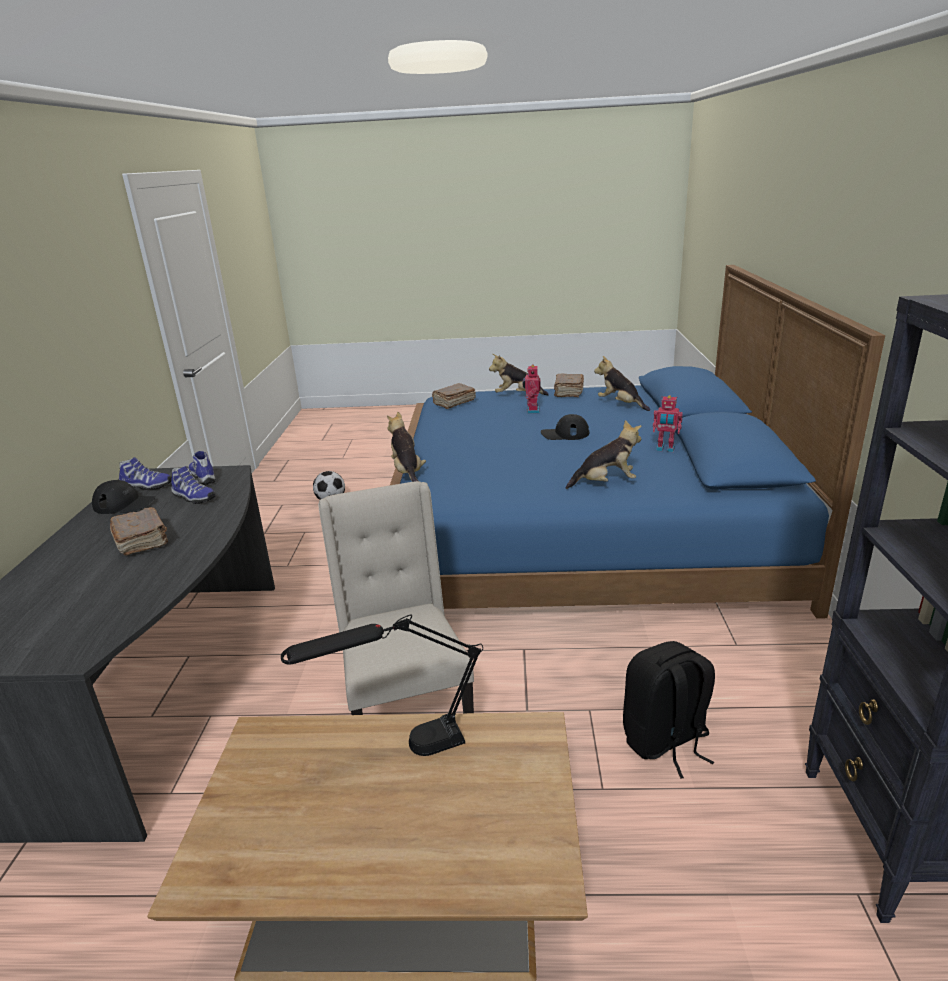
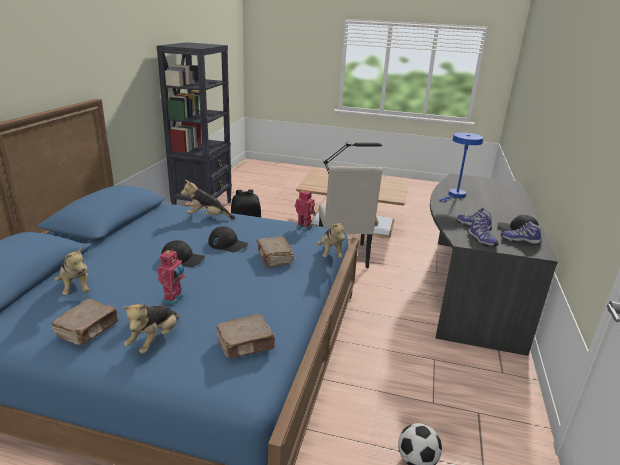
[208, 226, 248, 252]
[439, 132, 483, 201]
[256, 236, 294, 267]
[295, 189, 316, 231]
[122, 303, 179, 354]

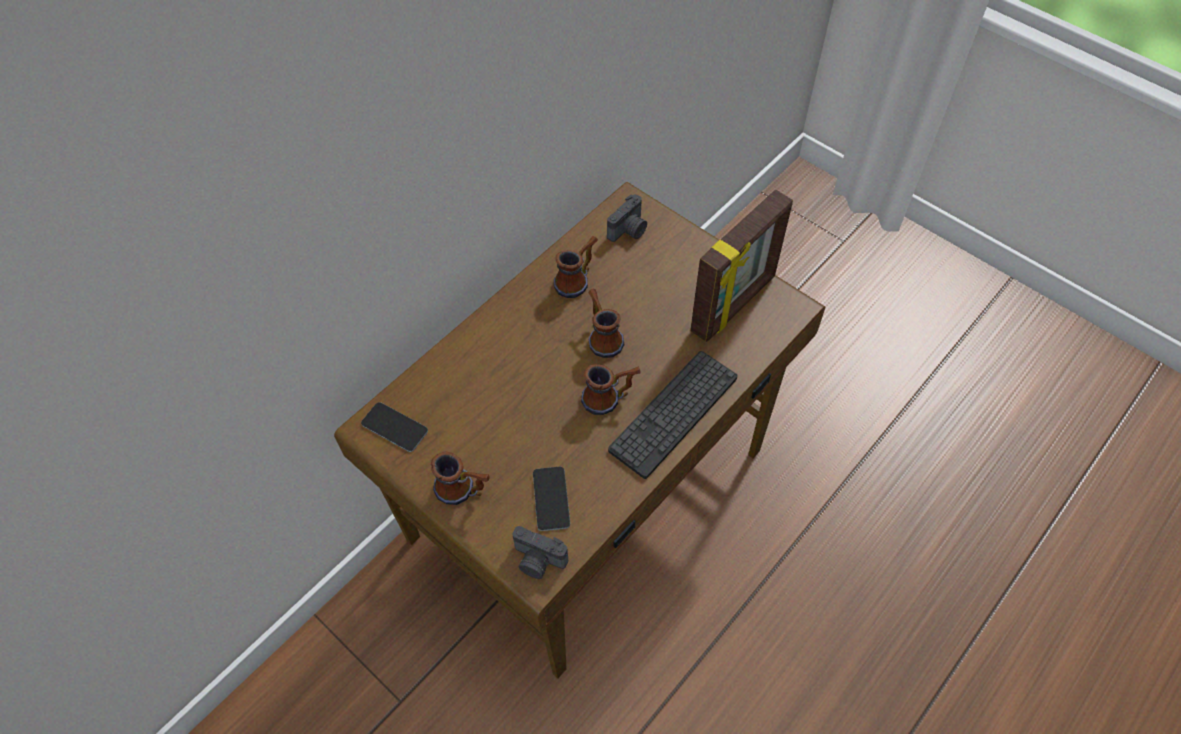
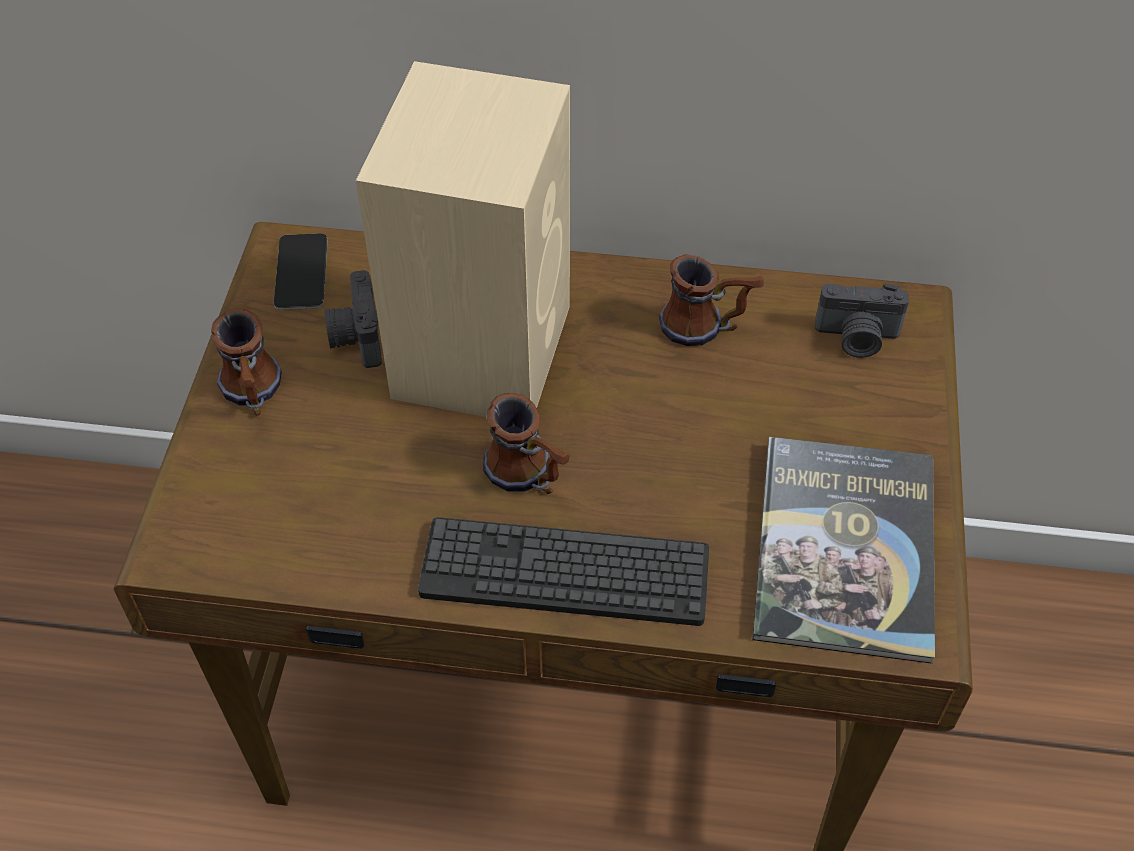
[533, 467, 570, 531] (first image)
[588, 288, 624, 358] (first image)
[356, 61, 570, 417]
[325, 270, 382, 368]
[752, 437, 935, 664]

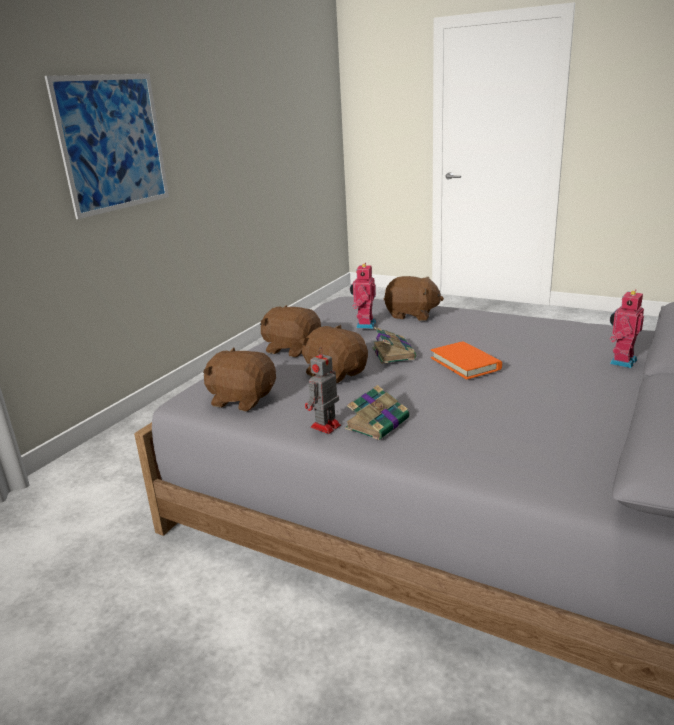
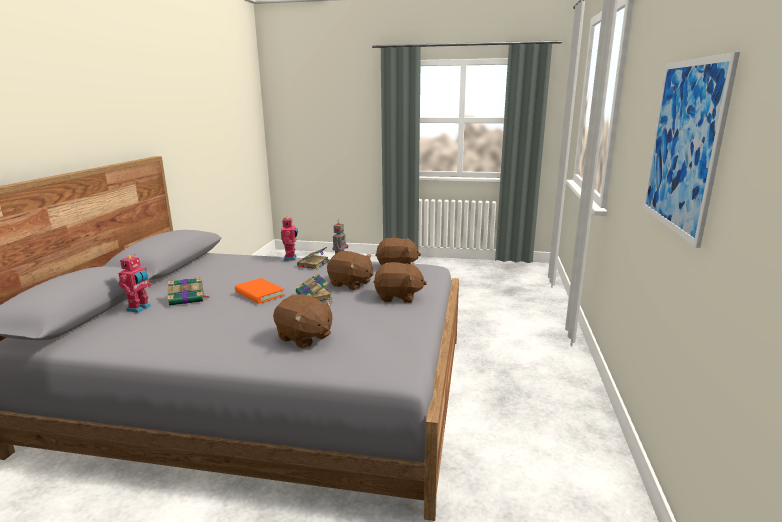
[168, 277, 210, 306]
[281, 216, 298, 261]
[273, 294, 333, 349]

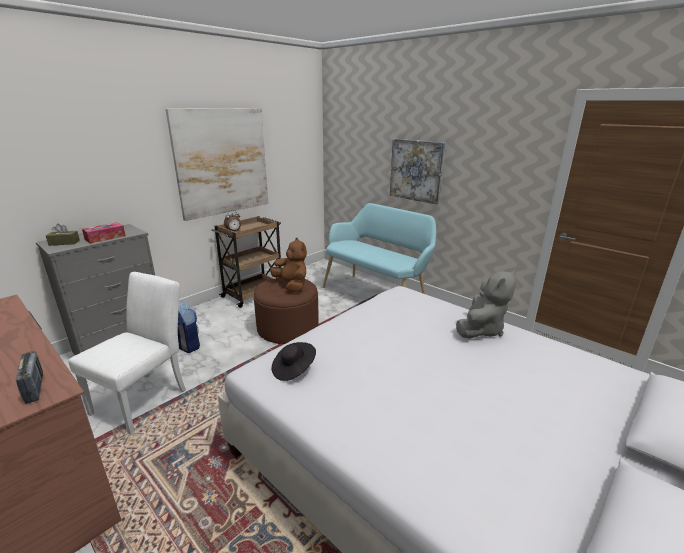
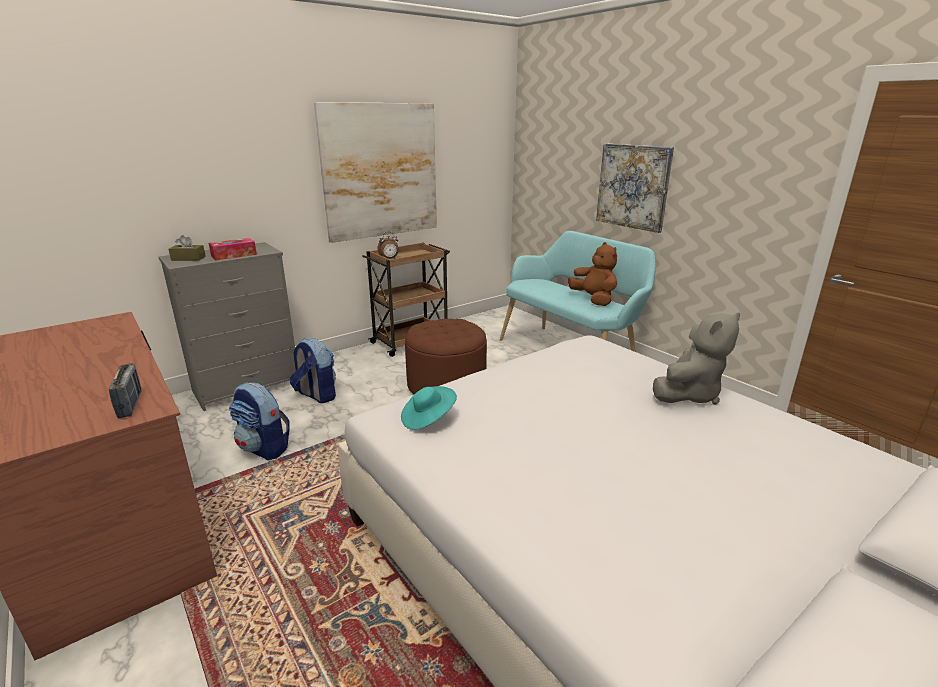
[568, 242, 617, 306]
[229, 382, 290, 460]
[401, 386, 457, 430]

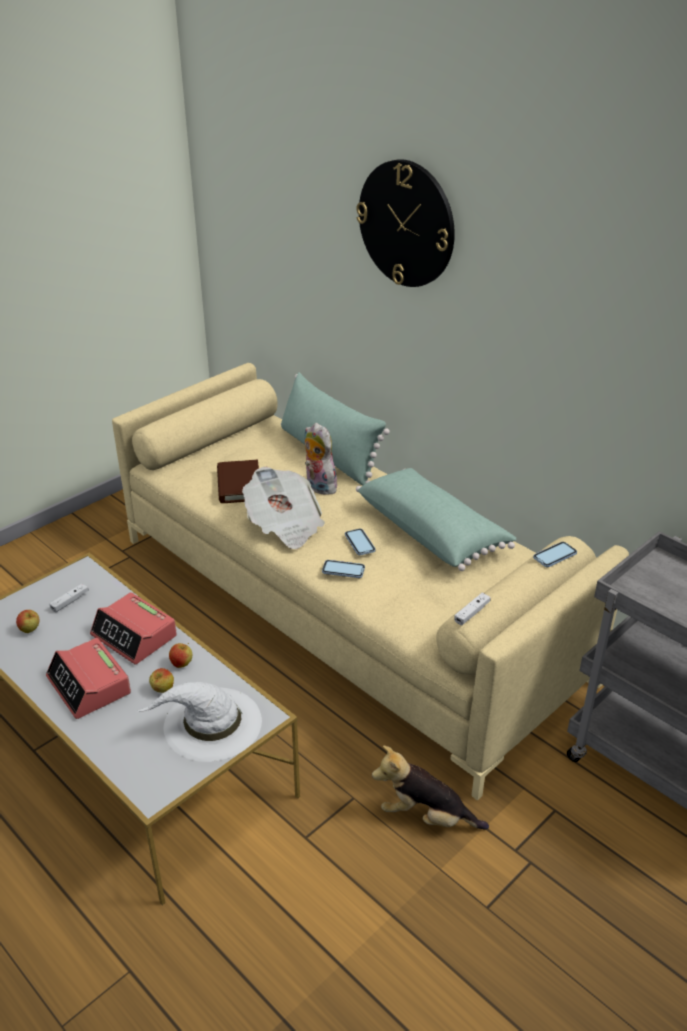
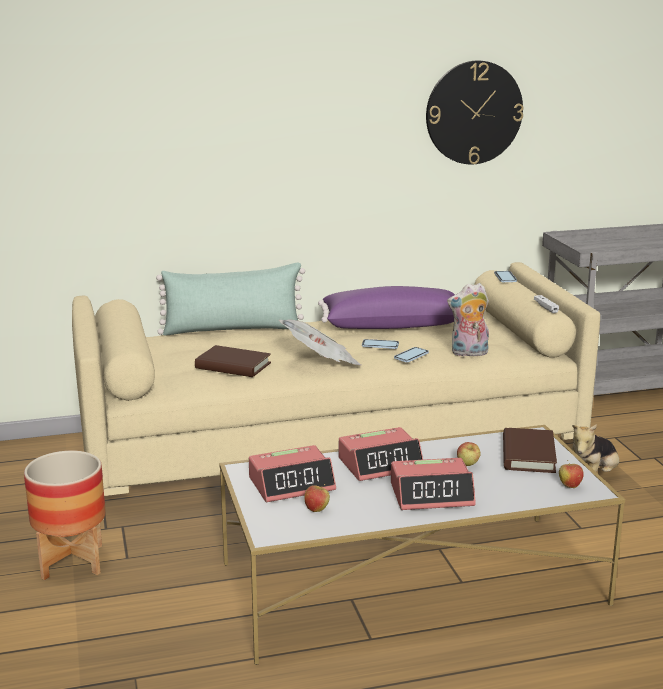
[24, 451, 106, 580]
[559, 460, 584, 488]
[447, 283, 489, 357]
[426, 61, 524, 164]
[249, 445, 336, 502]
[503, 428, 557, 473]
[318, 286, 455, 329]

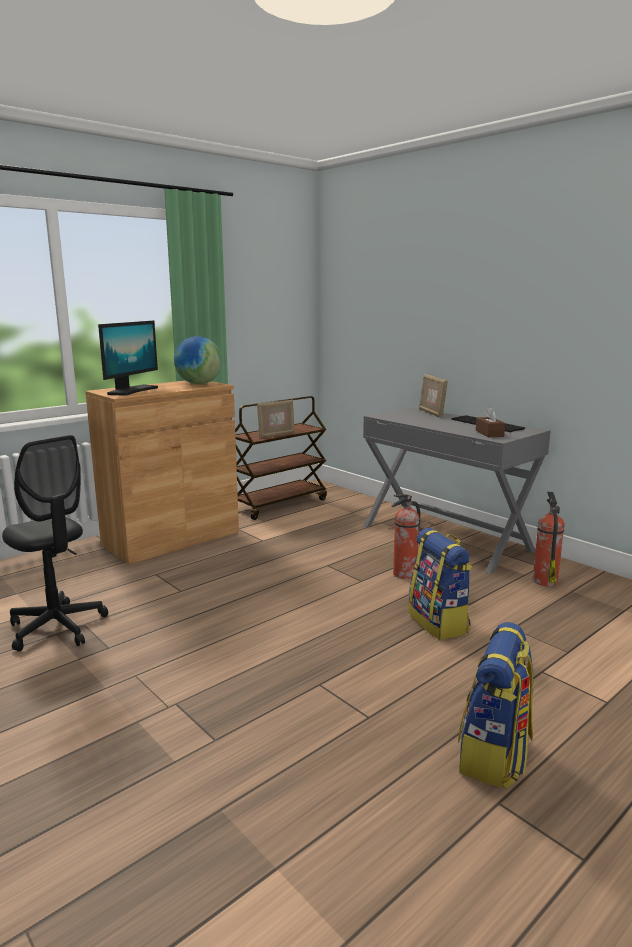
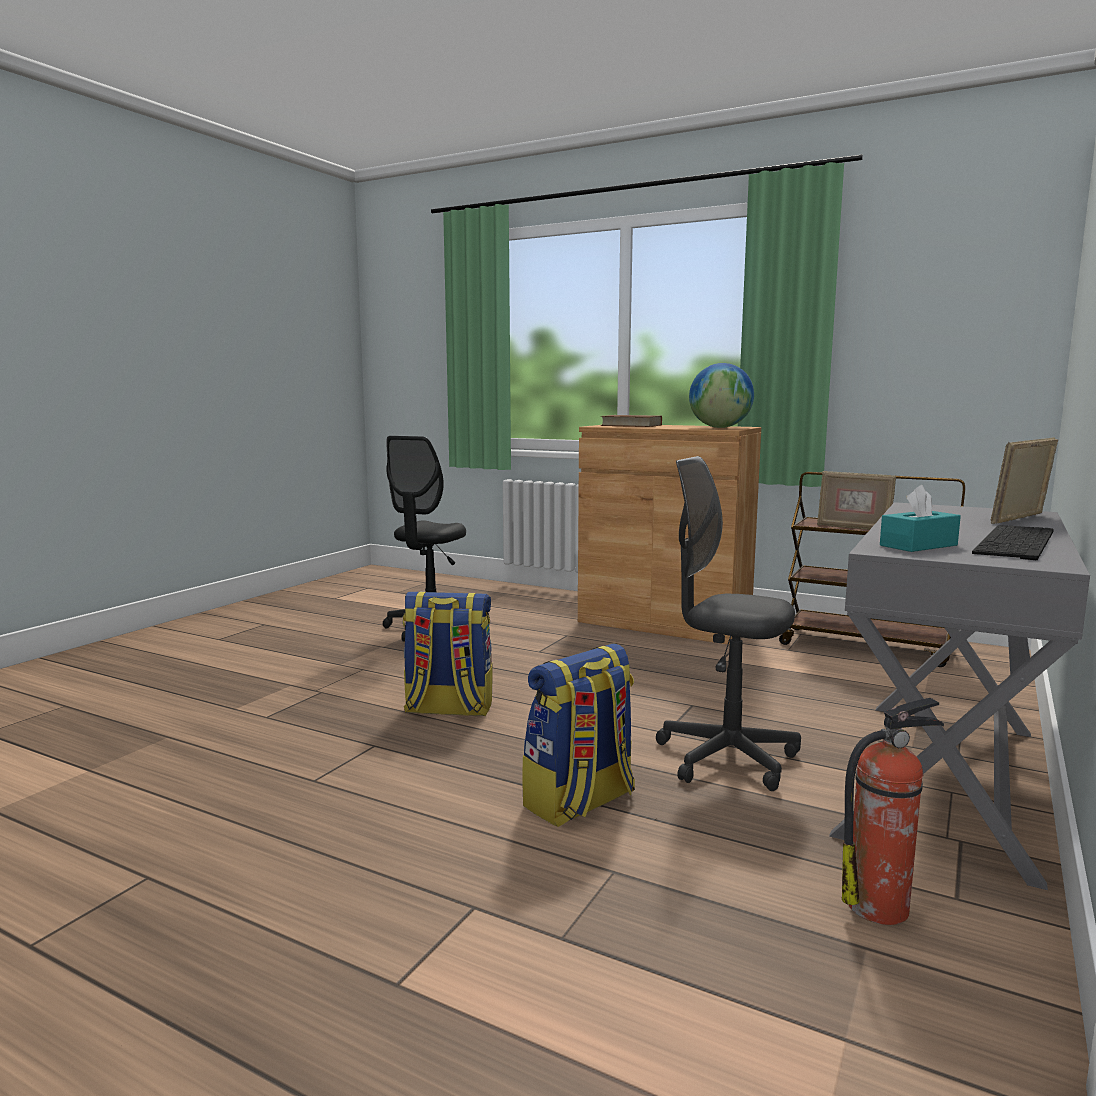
[403, 592, 493, 716]
[601, 415, 662, 427]
[656, 456, 801, 791]
[880, 485, 961, 552]

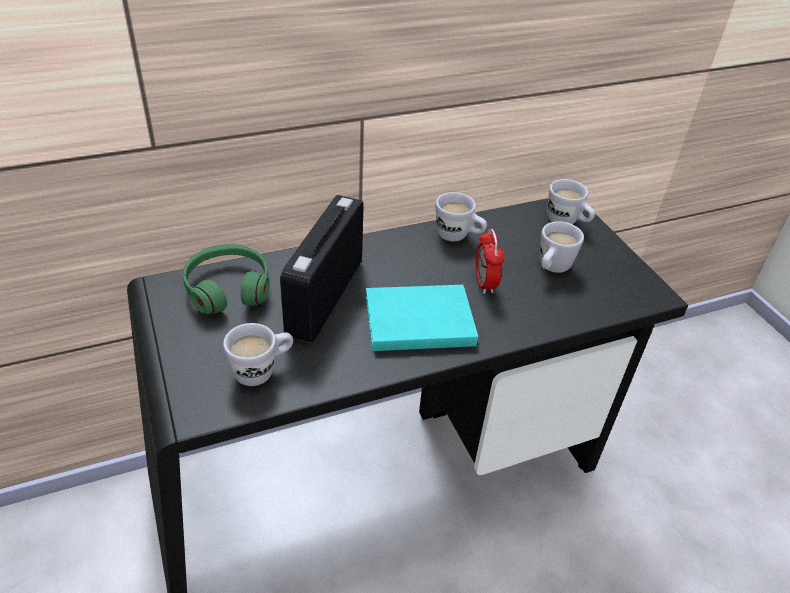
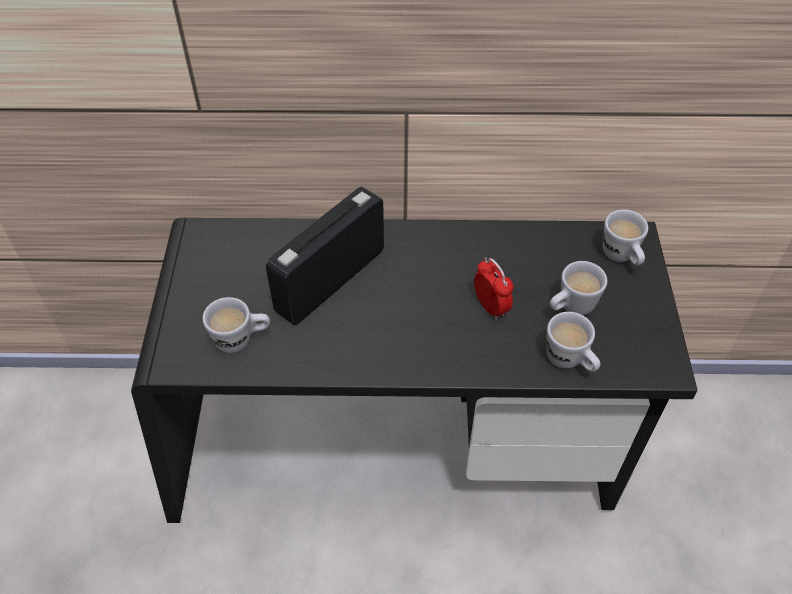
[183, 244, 270, 314] (first image)
[366, 284, 478, 351] (first image)
[546, 312, 601, 372]
[474, 258, 513, 320]

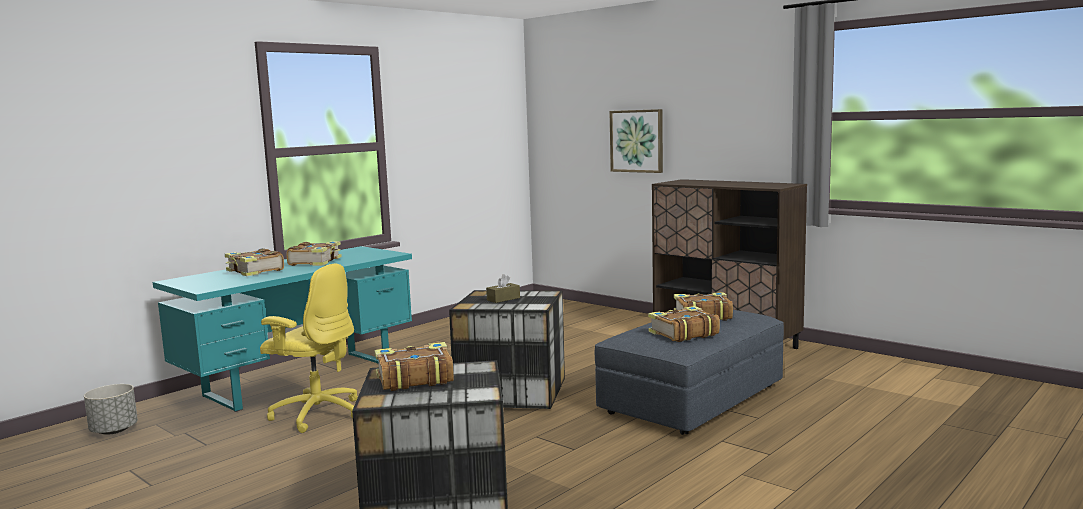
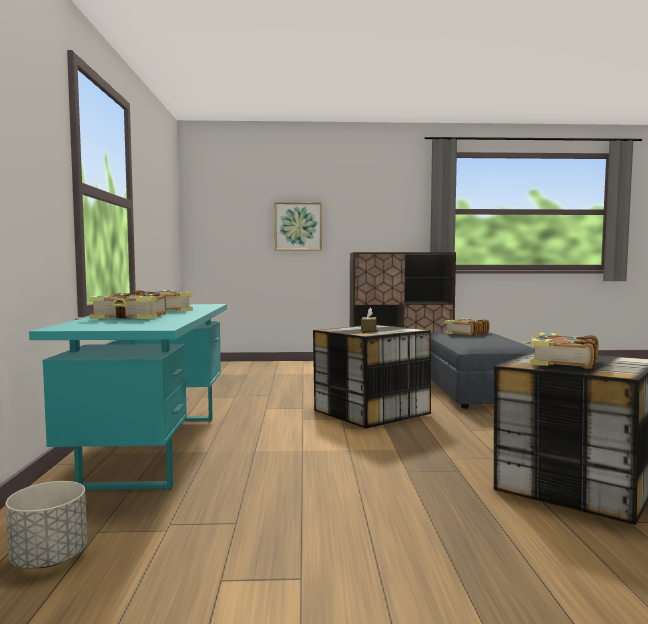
[260, 263, 358, 433] (first image)
[648, 306, 720, 342] (first image)

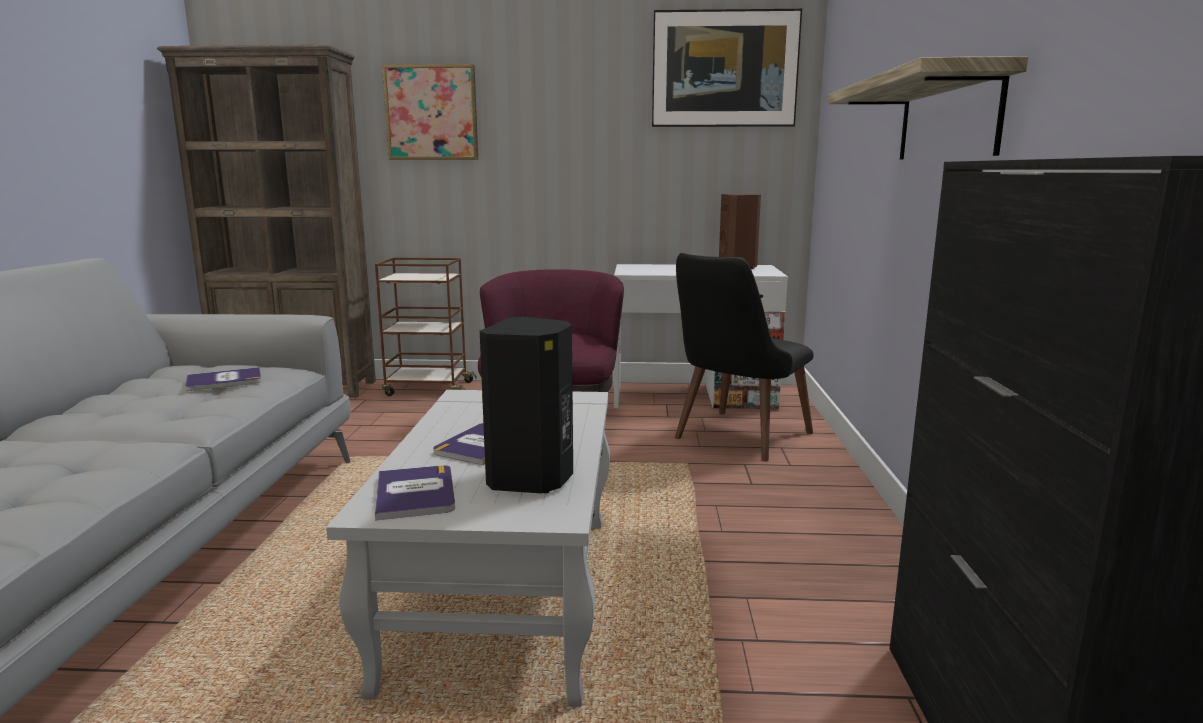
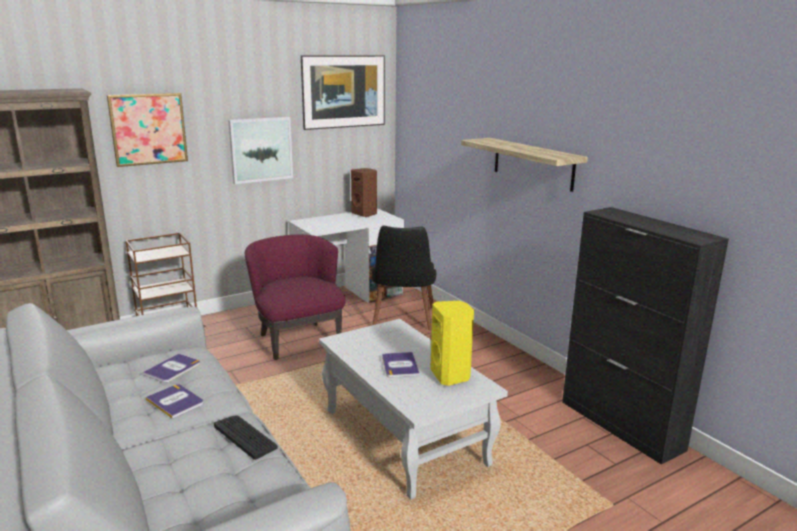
[214, 415, 278, 460]
[228, 117, 293, 184]
[146, 384, 204, 419]
[430, 301, 474, 386]

